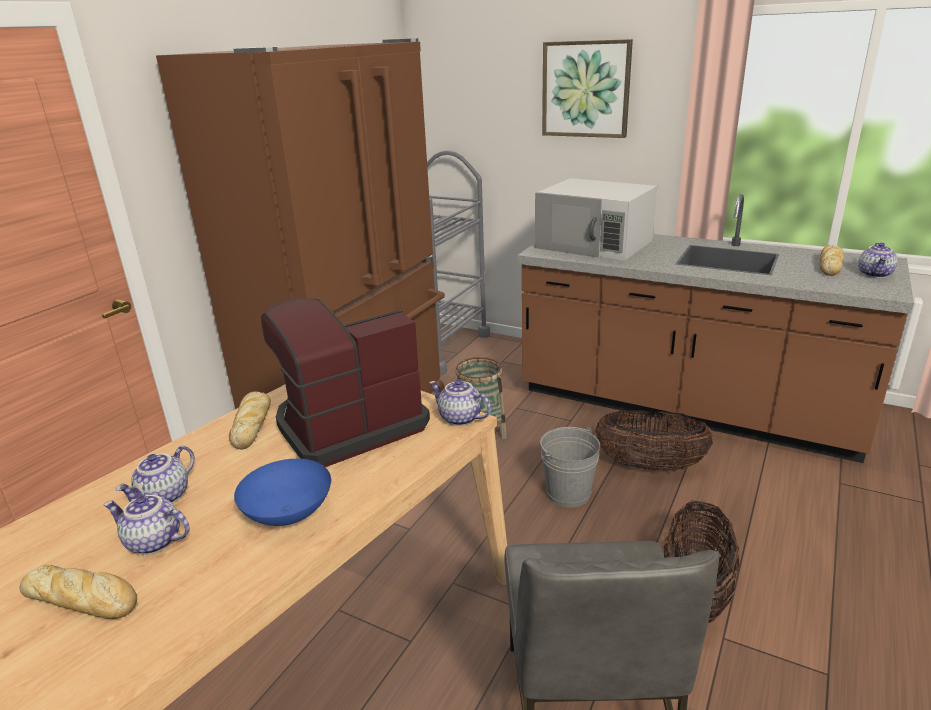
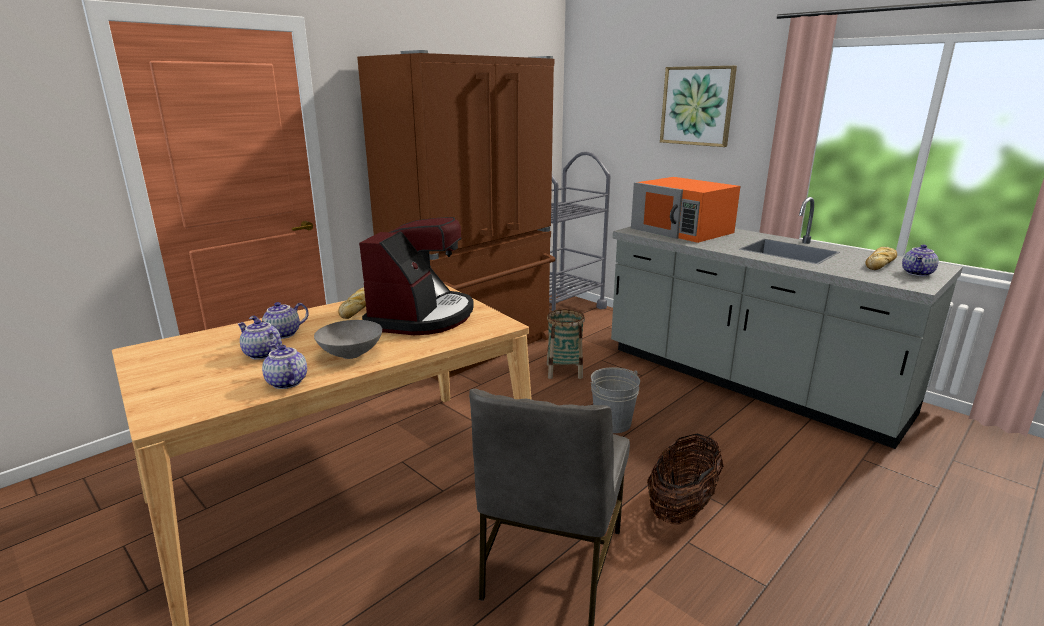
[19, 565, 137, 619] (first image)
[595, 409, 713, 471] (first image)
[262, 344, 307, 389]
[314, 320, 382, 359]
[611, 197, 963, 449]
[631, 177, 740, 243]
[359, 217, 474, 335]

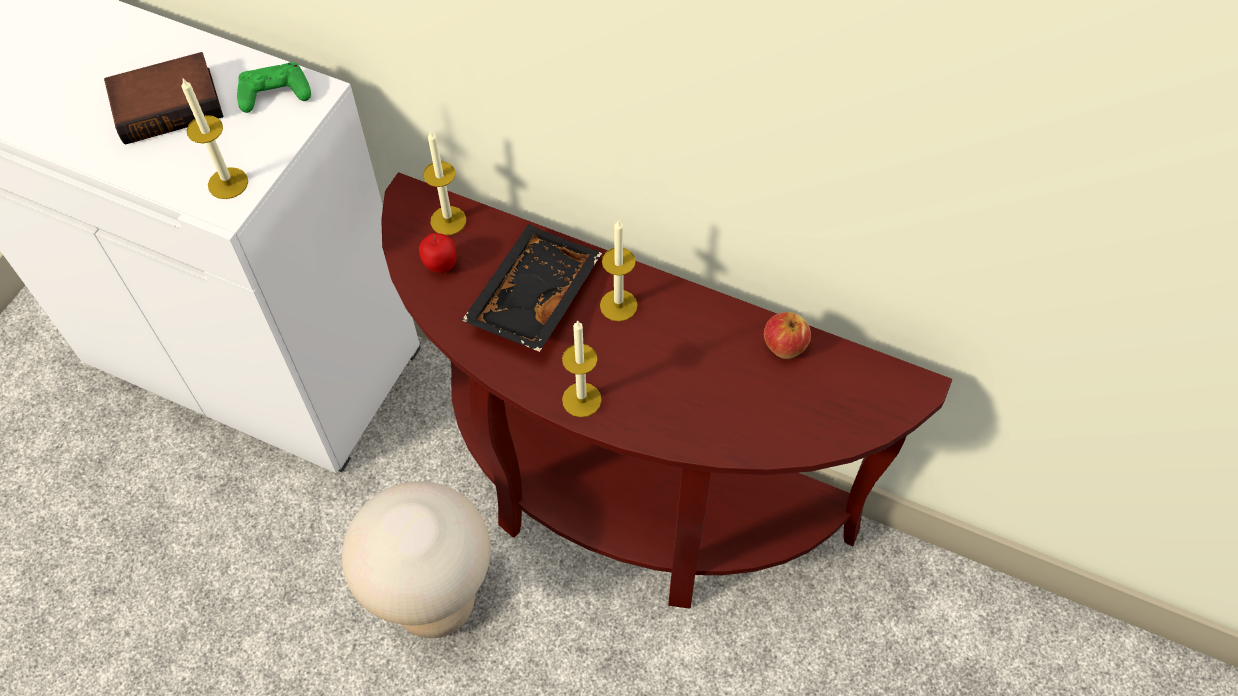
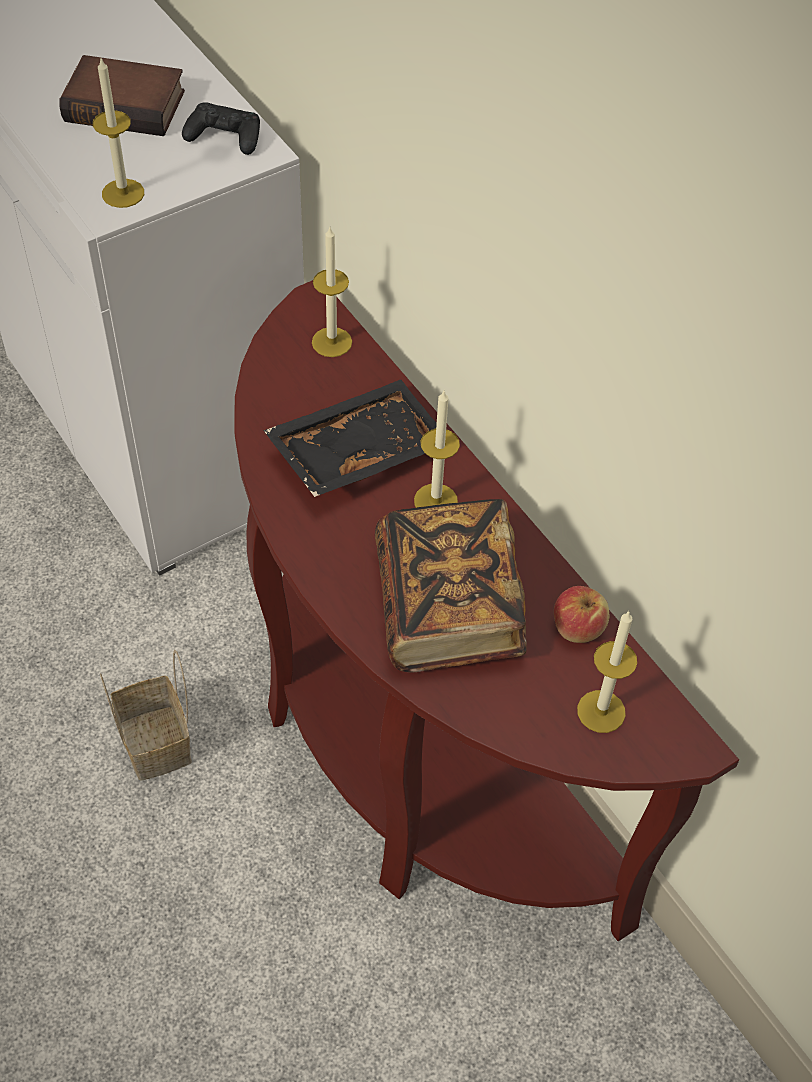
[419, 233, 456, 273] (first image)
[375, 499, 527, 673]
[577, 611, 637, 733]
[100, 650, 191, 781]
[182, 103, 260, 155]

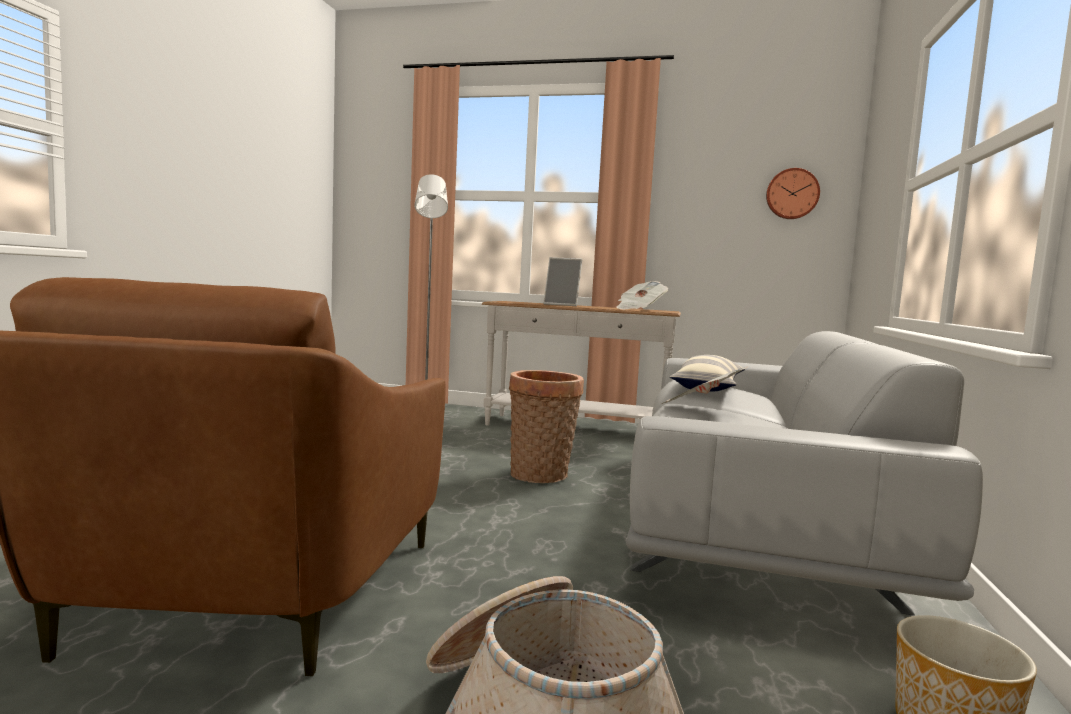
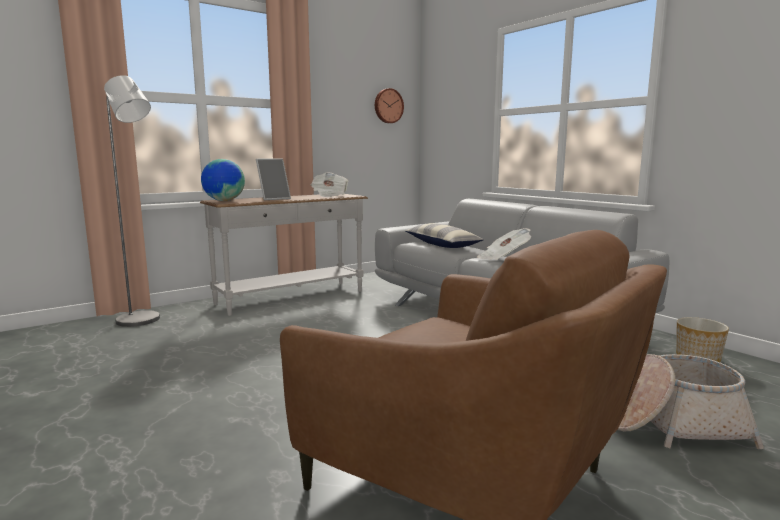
[509, 370, 584, 483] (first image)
[201, 159, 245, 201]

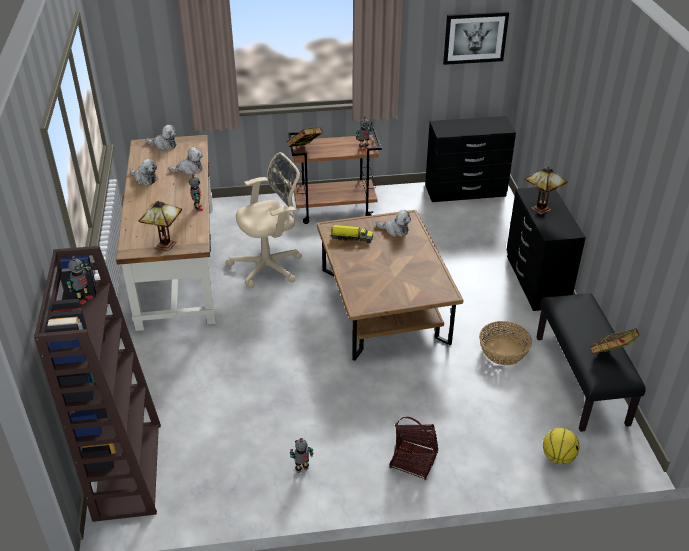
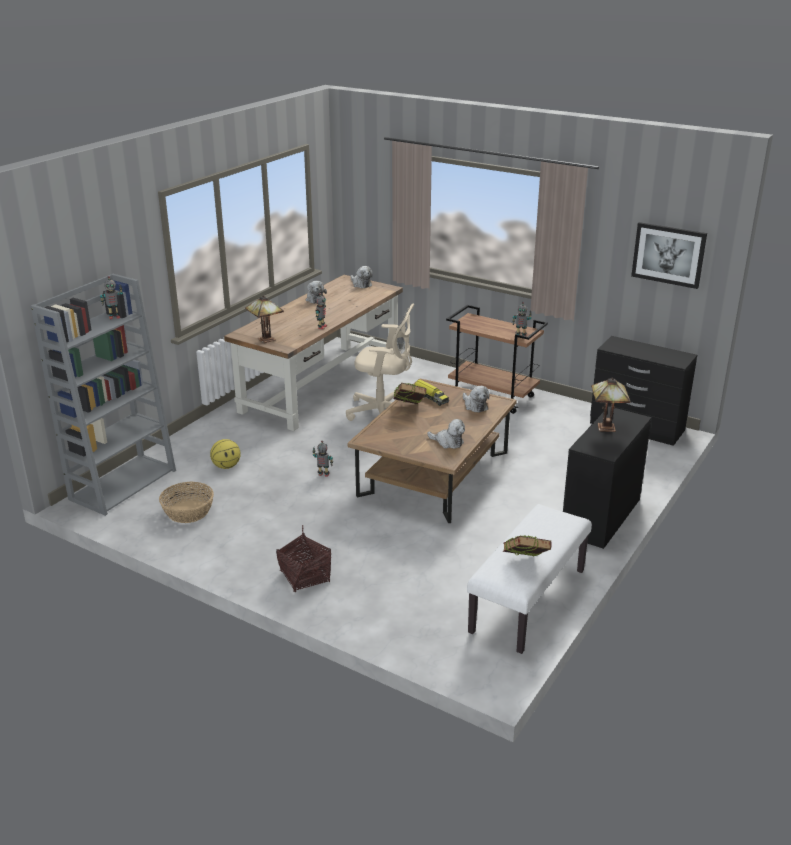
[427, 419, 465, 449]
[393, 383, 426, 404]
[312, 441, 333, 477]
[159, 482, 214, 523]
[210, 439, 241, 469]
[31, 274, 176, 516]
[467, 504, 592, 654]

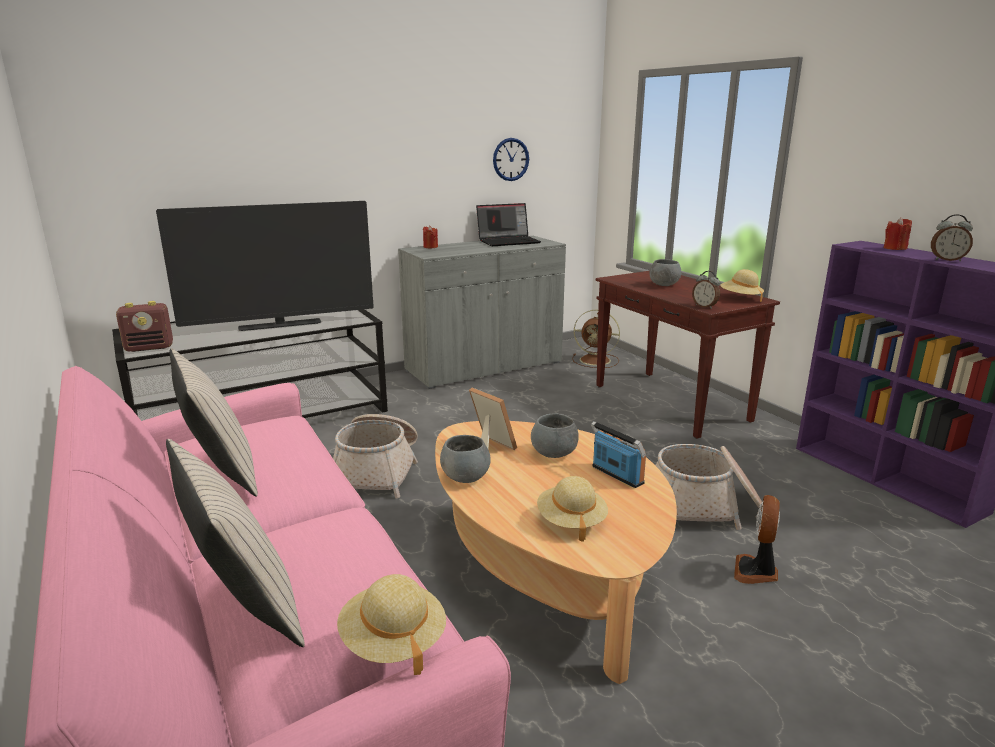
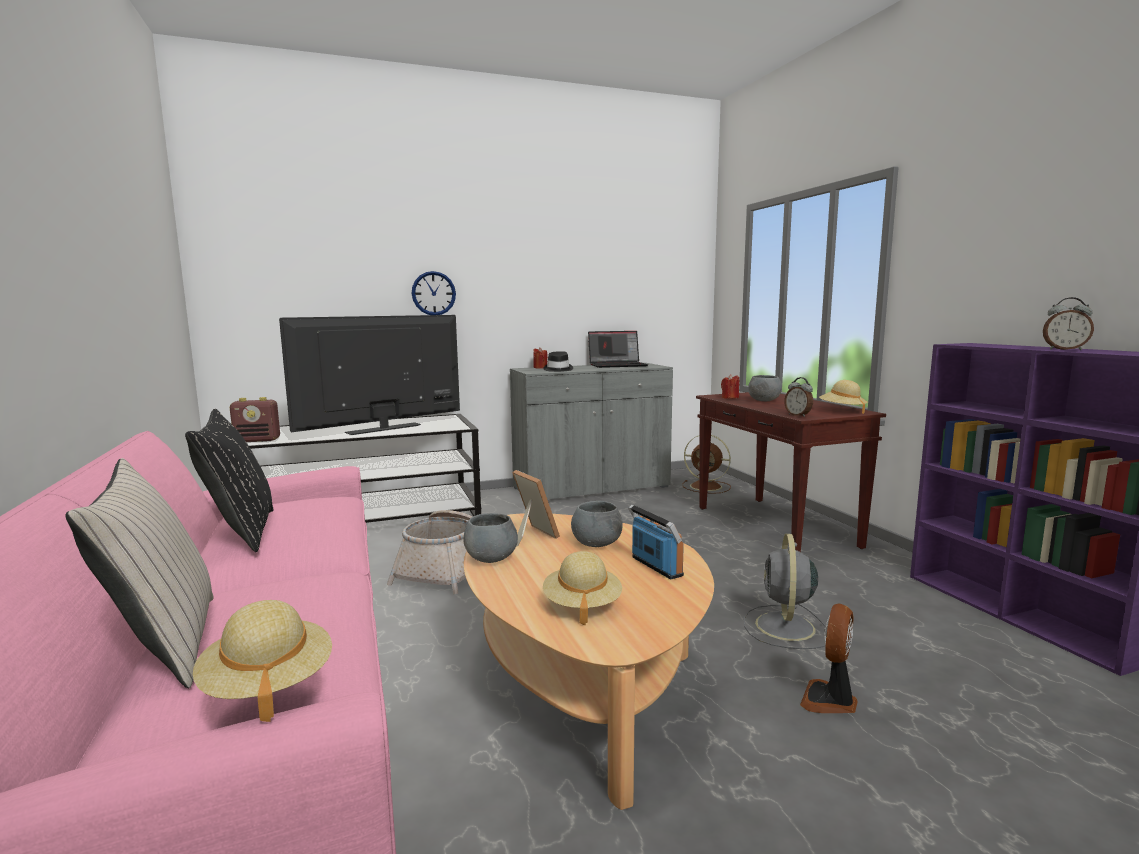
[543, 351, 573, 372]
[412, 271, 456, 315]
[721, 374, 739, 399]
[744, 534, 826, 649]
[185, 409, 274, 552]
[279, 315, 460, 435]

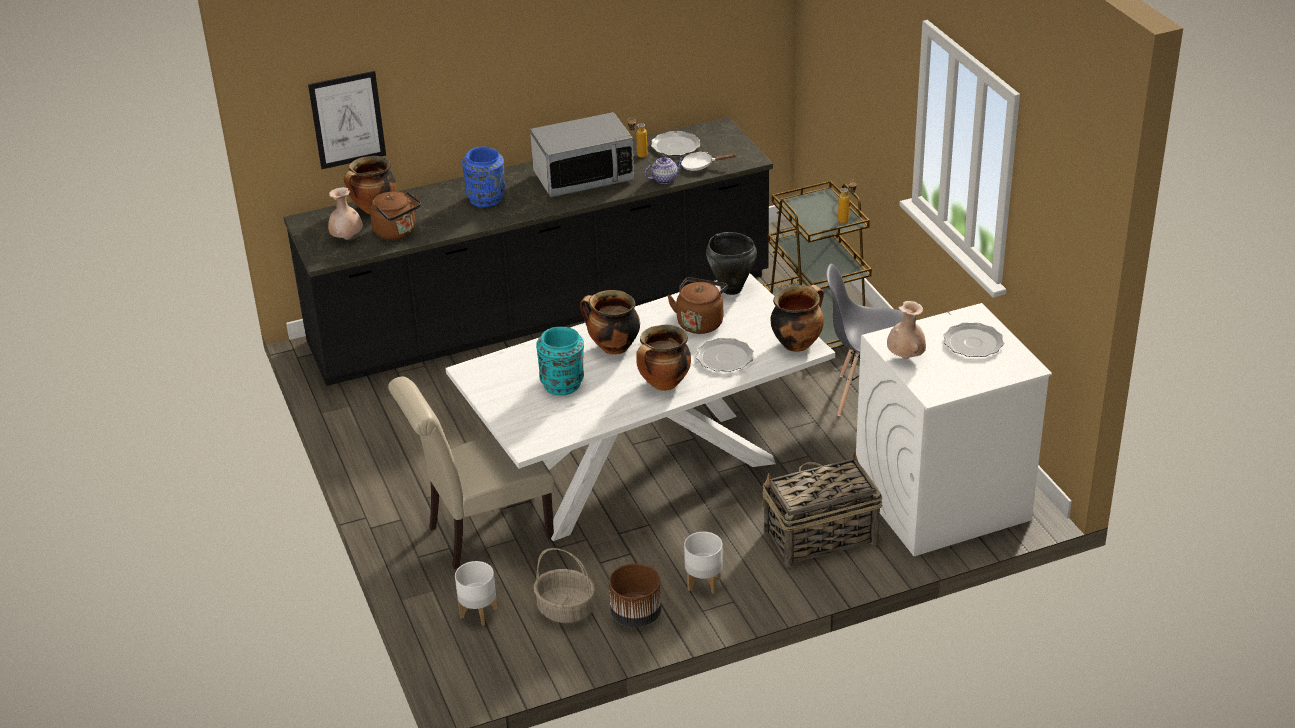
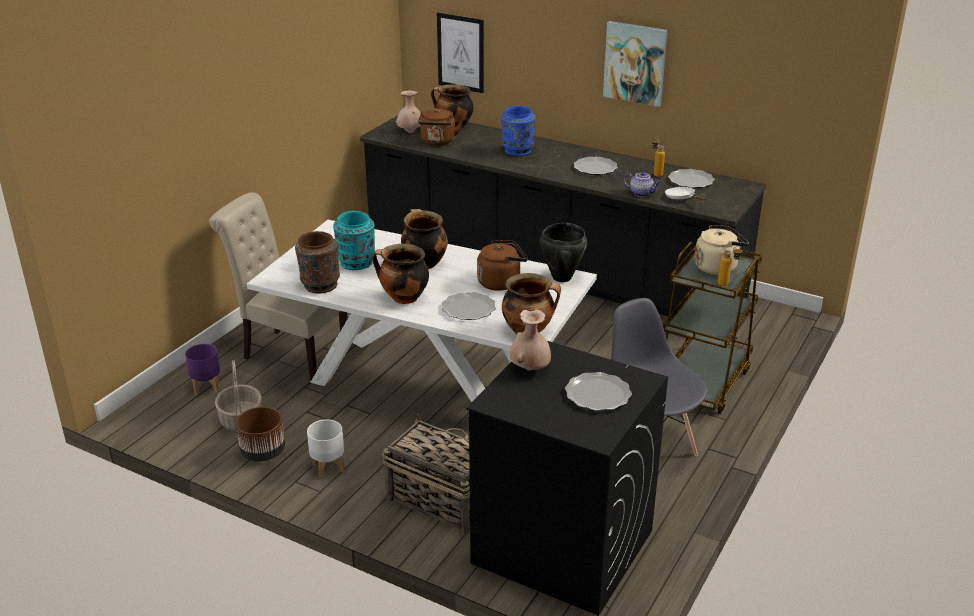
[295, 231, 340, 293]
[603, 21, 668, 107]
[695, 225, 749, 275]
[573, 157, 618, 175]
[185, 344, 220, 396]
[466, 341, 668, 616]

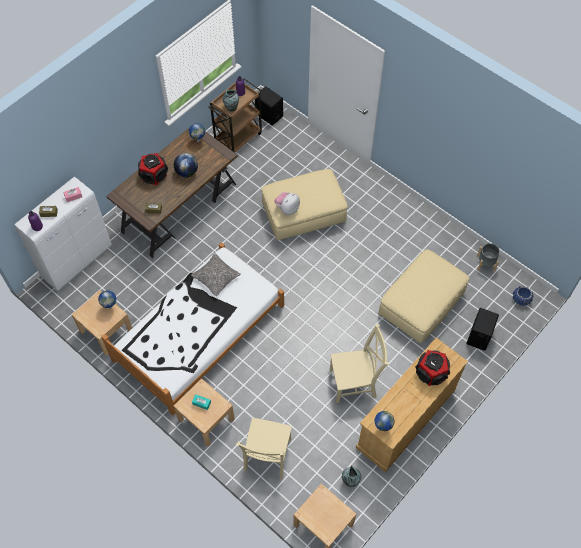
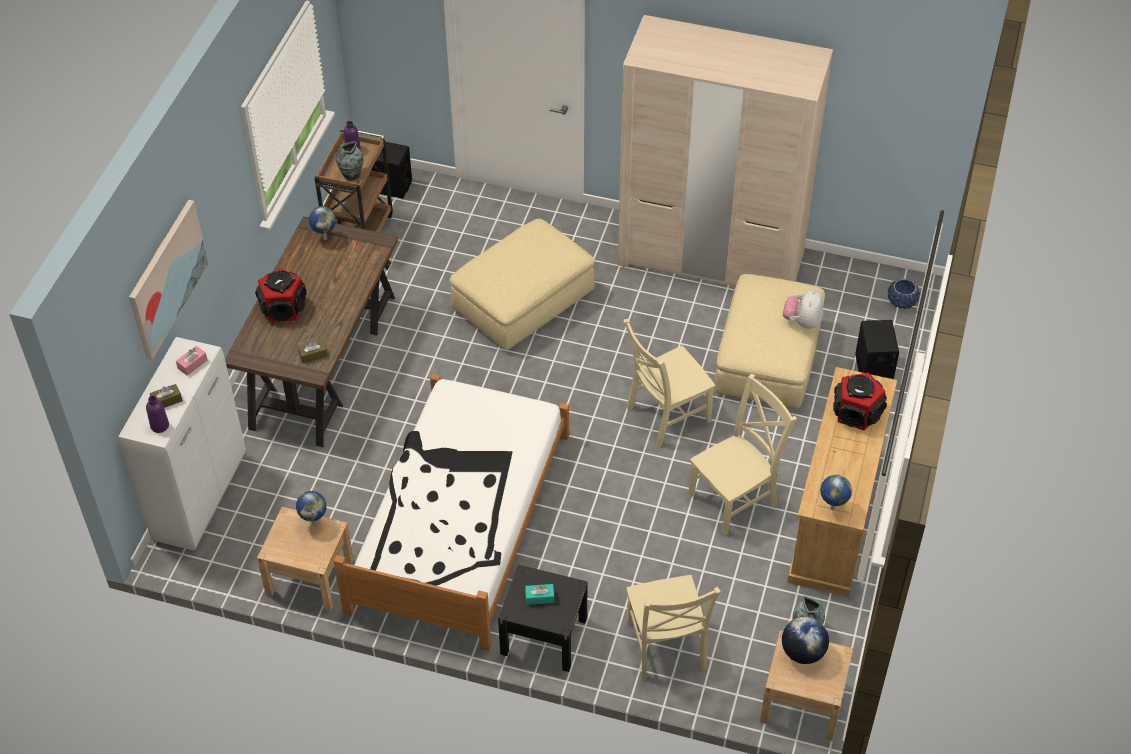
[191, 253, 241, 296] (first image)
[477, 243, 500, 272] (first image)
[129, 200, 209, 360]
[618, 15, 833, 286]
[623, 319, 716, 447]
[782, 617, 829, 664]
[783, 289, 823, 329]
[498, 565, 588, 672]

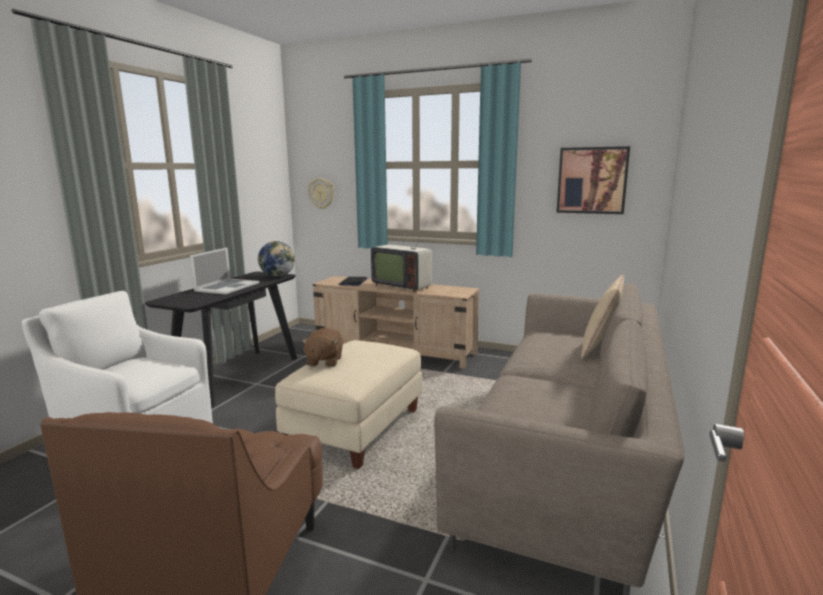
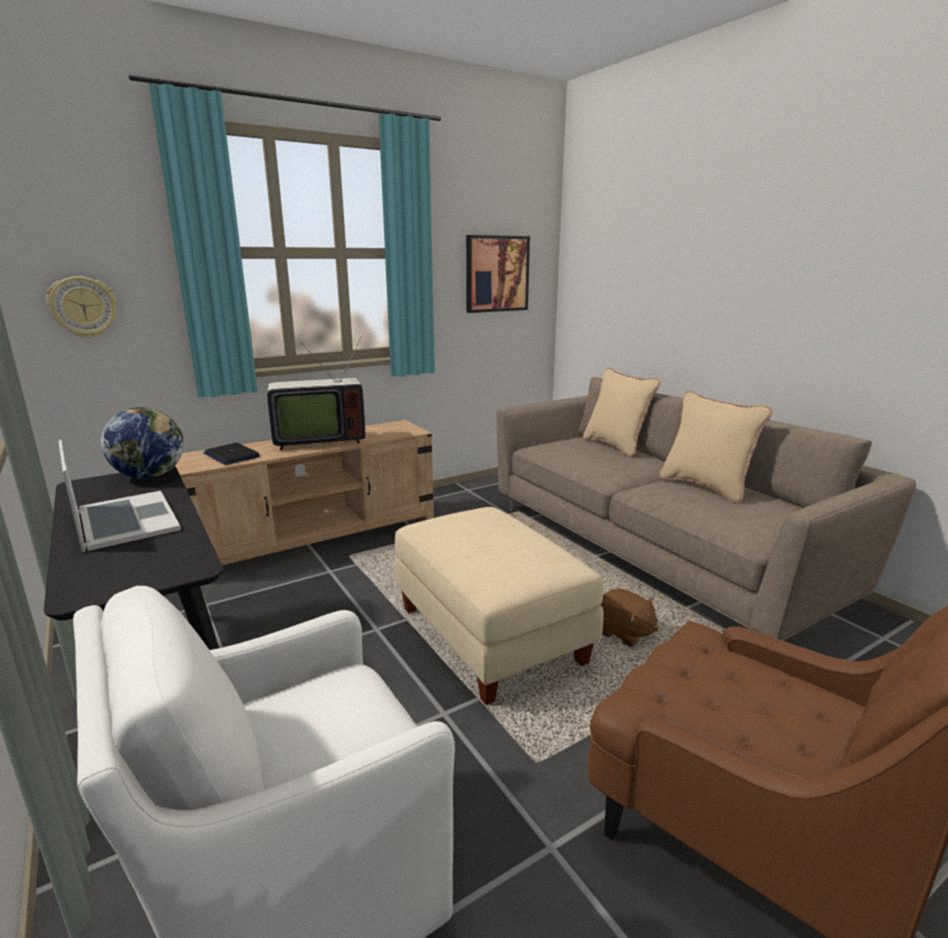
[659, 391, 772, 503]
[601, 588, 658, 647]

